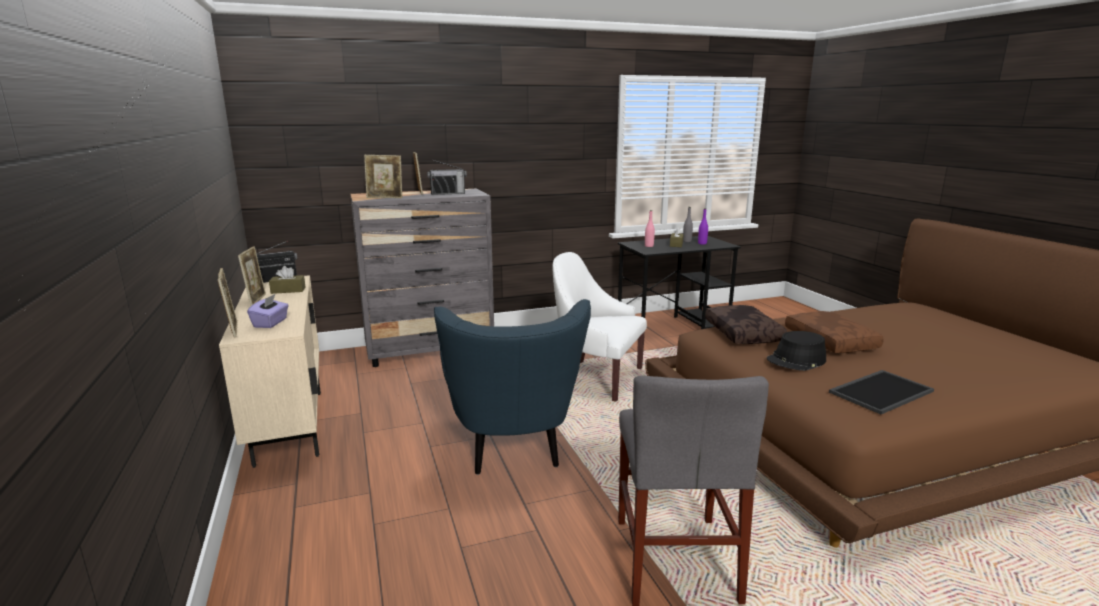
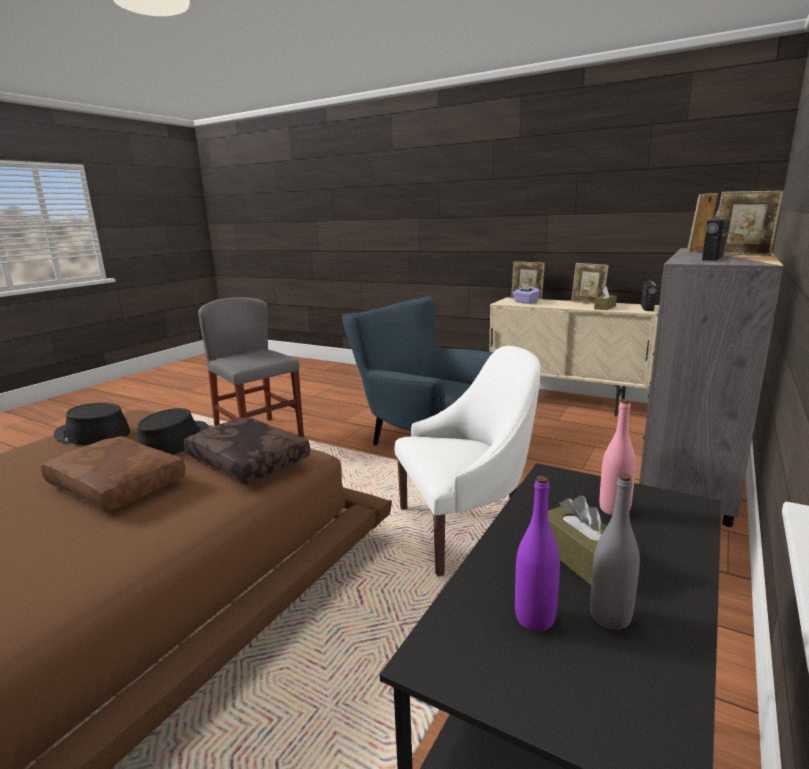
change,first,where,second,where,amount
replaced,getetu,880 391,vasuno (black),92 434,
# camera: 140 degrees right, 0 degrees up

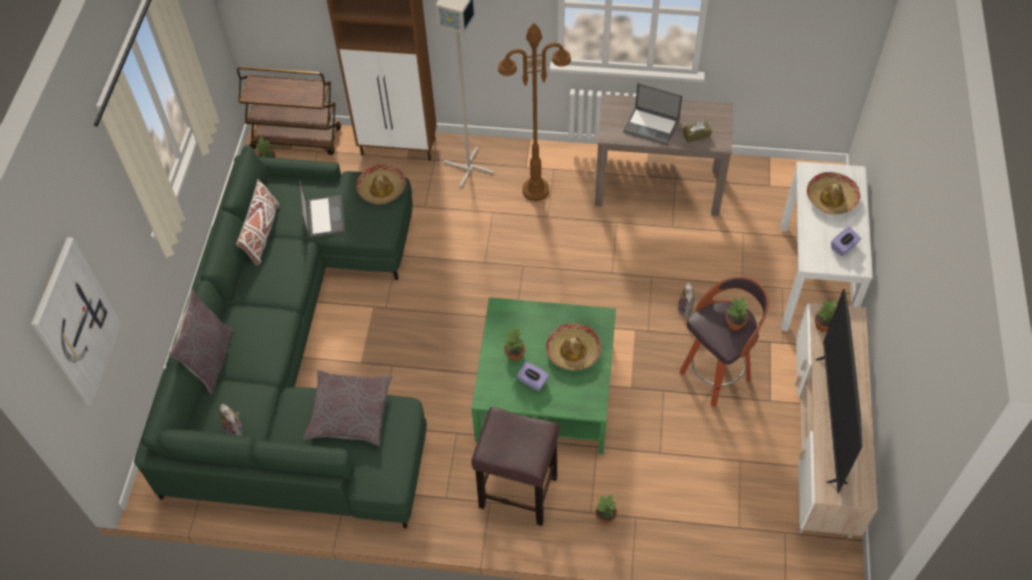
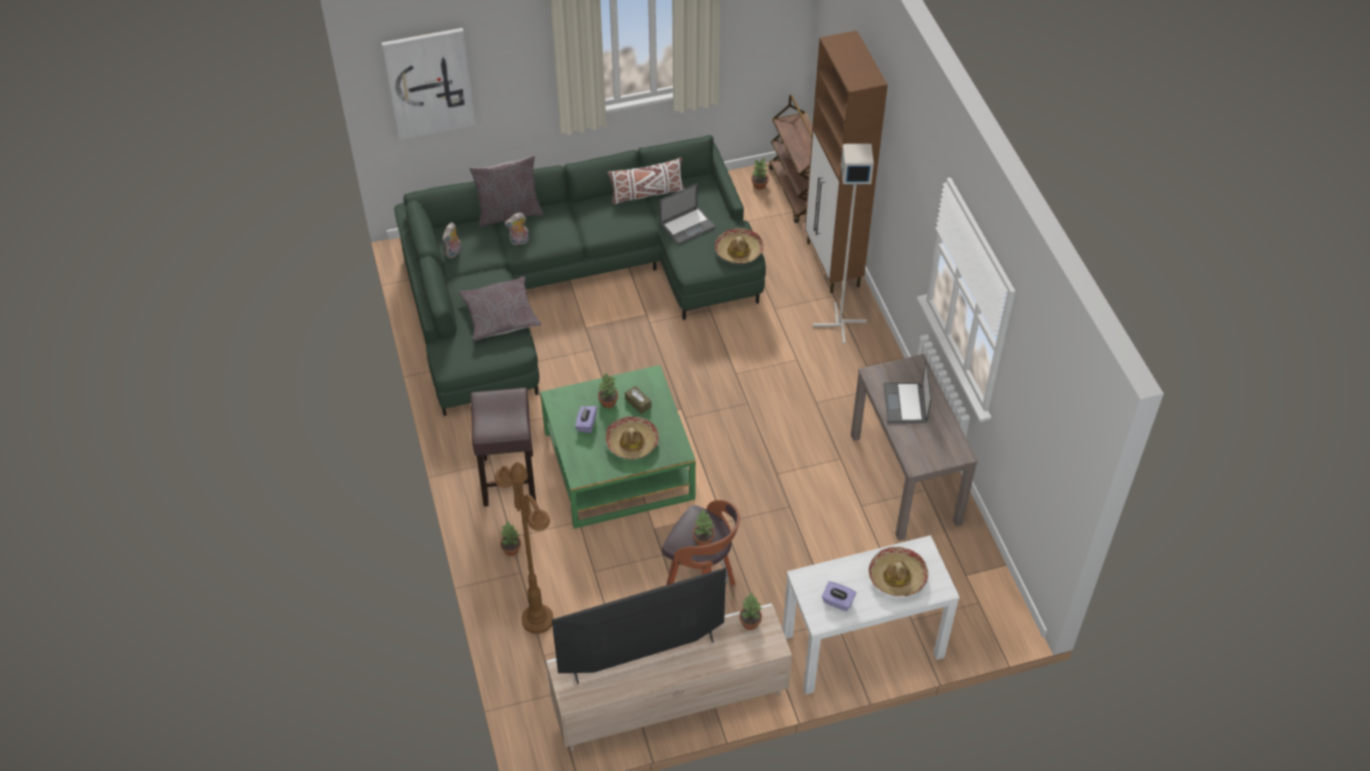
change,first,where,second,where,amount
moved,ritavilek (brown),536 190,,538 620,
moved,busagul,686 309,,519 241,
moved,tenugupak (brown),696 135,,638 403,
# camera: 65 degrees right, 5 degrees down

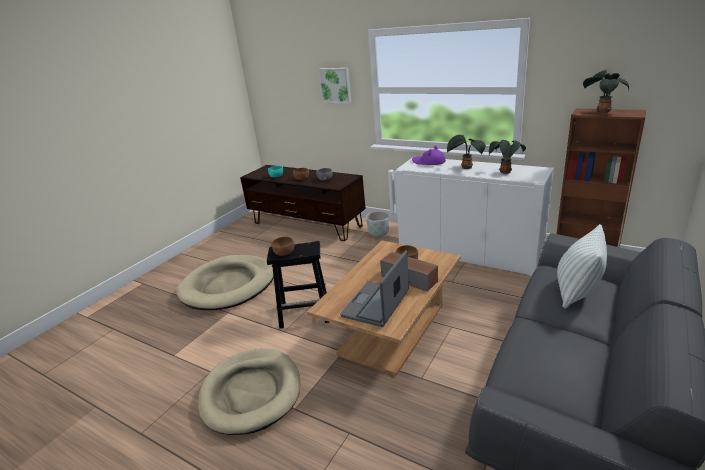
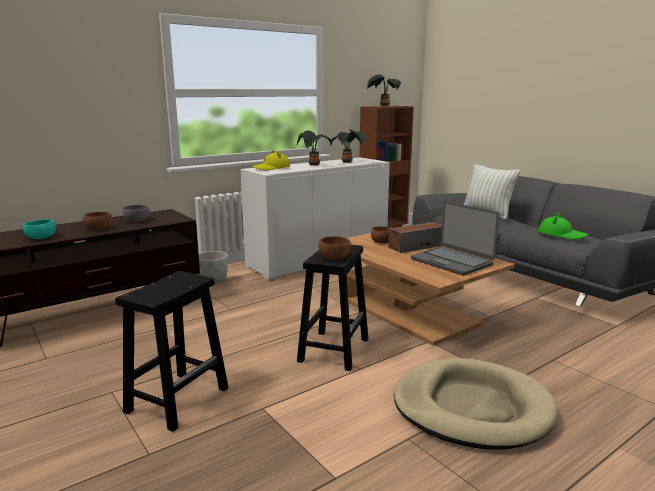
change,first,where,second,where,amount
removed,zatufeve,336 85,,,
added,,,vasuno (green),561 234,
replaced,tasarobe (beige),229 285,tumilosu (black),178 399,
recoloured,vasuno (purple),428 162,vasuno (yellow),271 168,
# camera: 70 degrees left, 10 degrees down

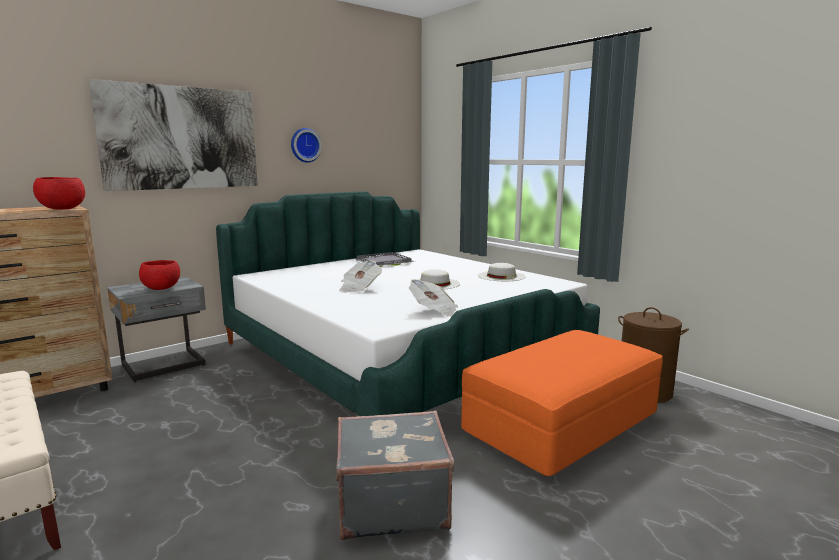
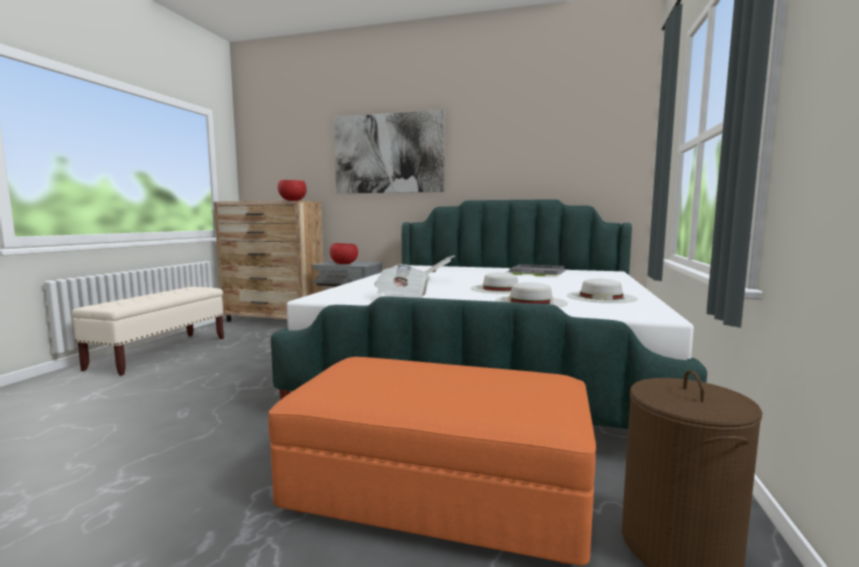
change,first,where,second,where,amount
removed,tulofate,305 145,,,
removed,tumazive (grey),391 503,,,
added,,,vasuno (white),530 302,
# camera: 55 degrees right, 5 degrees down

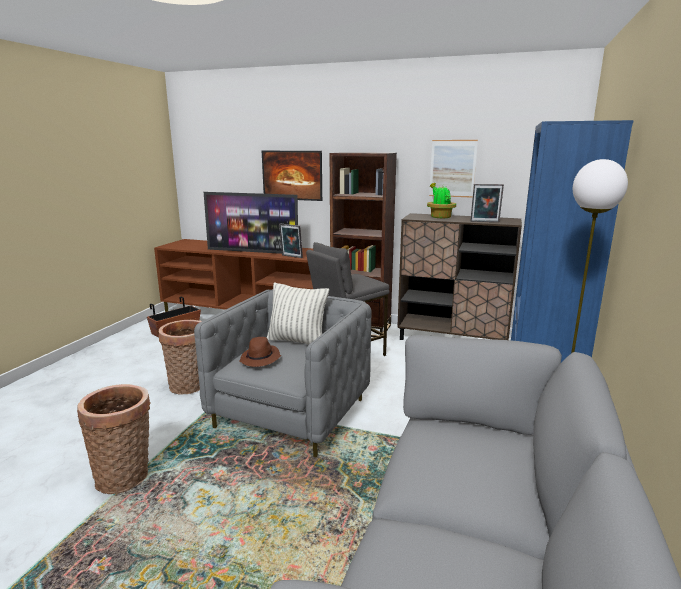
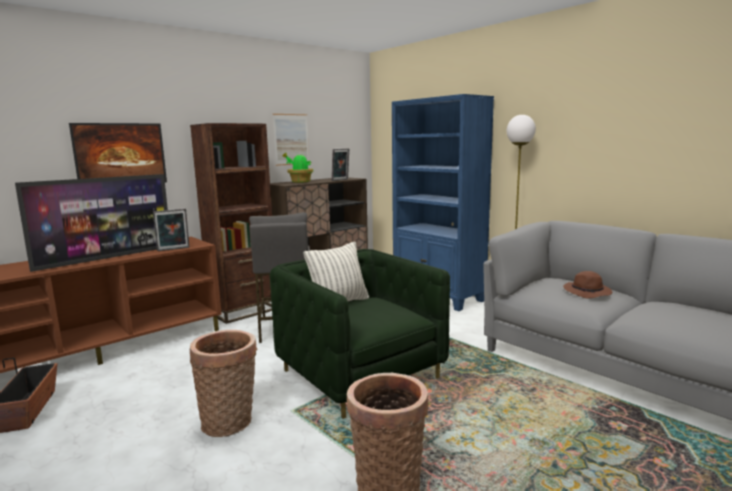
change,first,where,second,where,amount
moved,vasuno (brown),260 359,,588 292,
recoloured,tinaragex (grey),291 413,tinaragex (green),360 374,
# camera: 60 degrees left, 5 degrees down

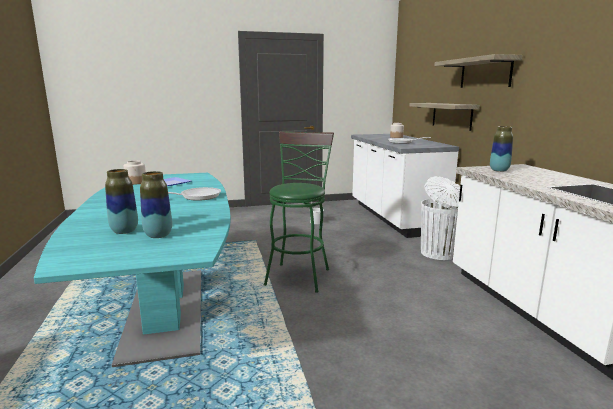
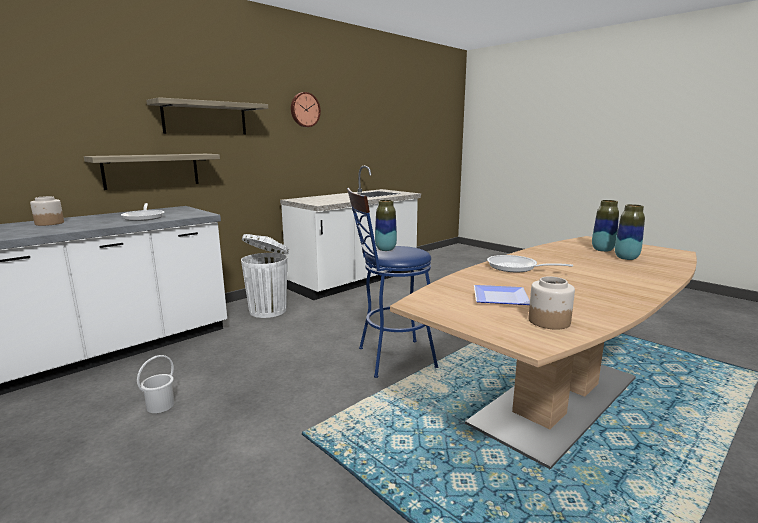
change,first,where,second,where,amount
added,,,tulofate,304 110,
moved,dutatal,499 170,,385 249,
recoloured,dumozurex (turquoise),166 310,dumozurex (brown),556 400,
recoloured,tumilosu (green),299 274,tumilosu (blue),389 358,
# camera: 120 degrees left, 0 degrees up

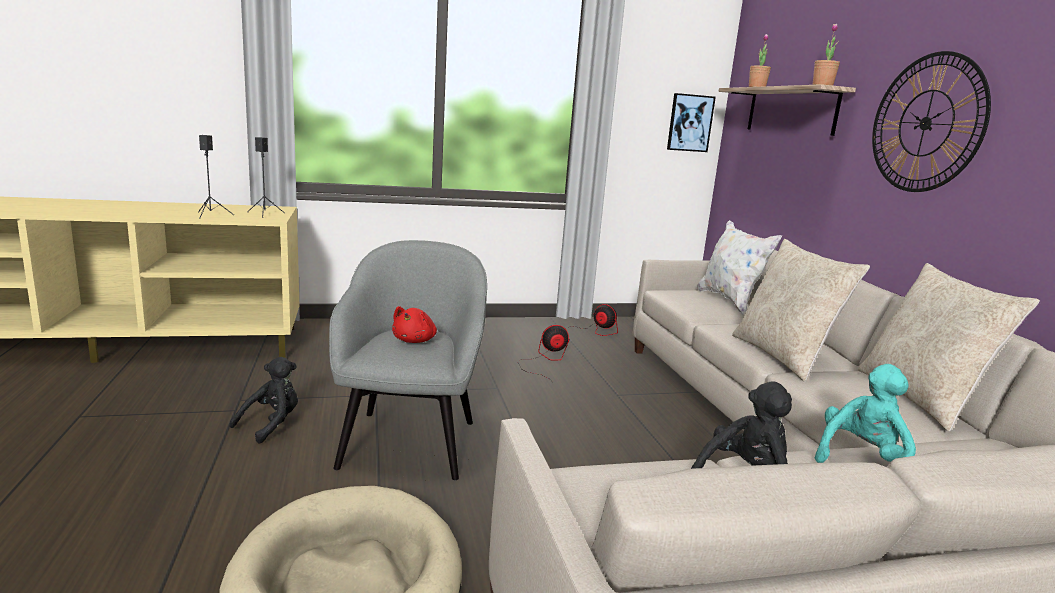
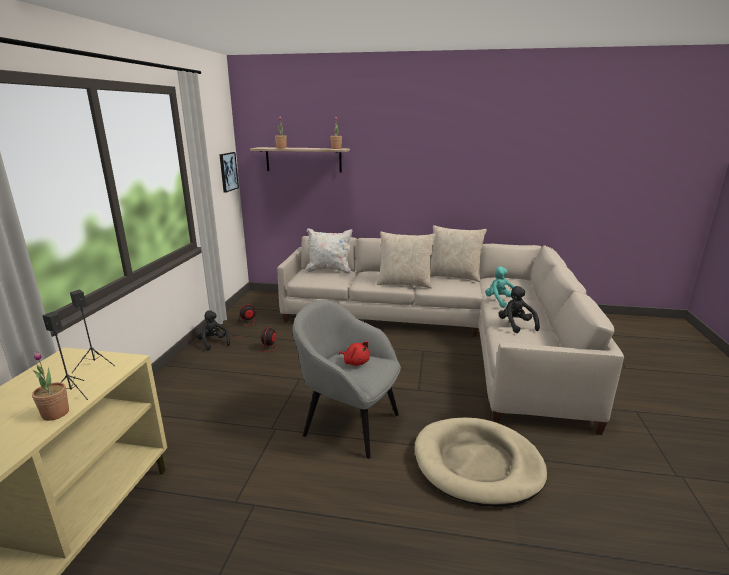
change,first,where,second,where,amount
removed,tulofate,926 123,,,
added,,,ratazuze,55 413,
moved,busagul (black),271 424,,213 342,
# camera: 65 degrees left, 5 degrees up

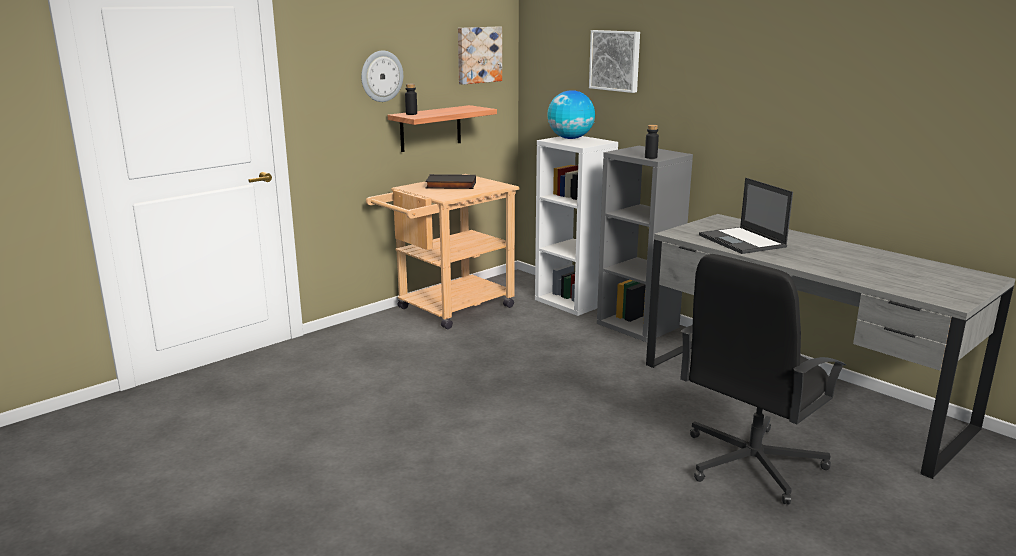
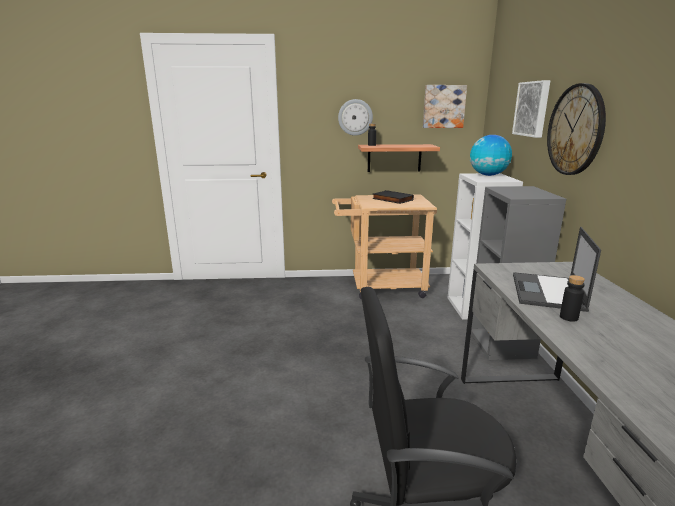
change,first,where,second,where,amount
added,,,tulofate,575 130,
moved,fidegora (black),651 157,,568 317,
# camera: 40 degrees right, 0 degrees up

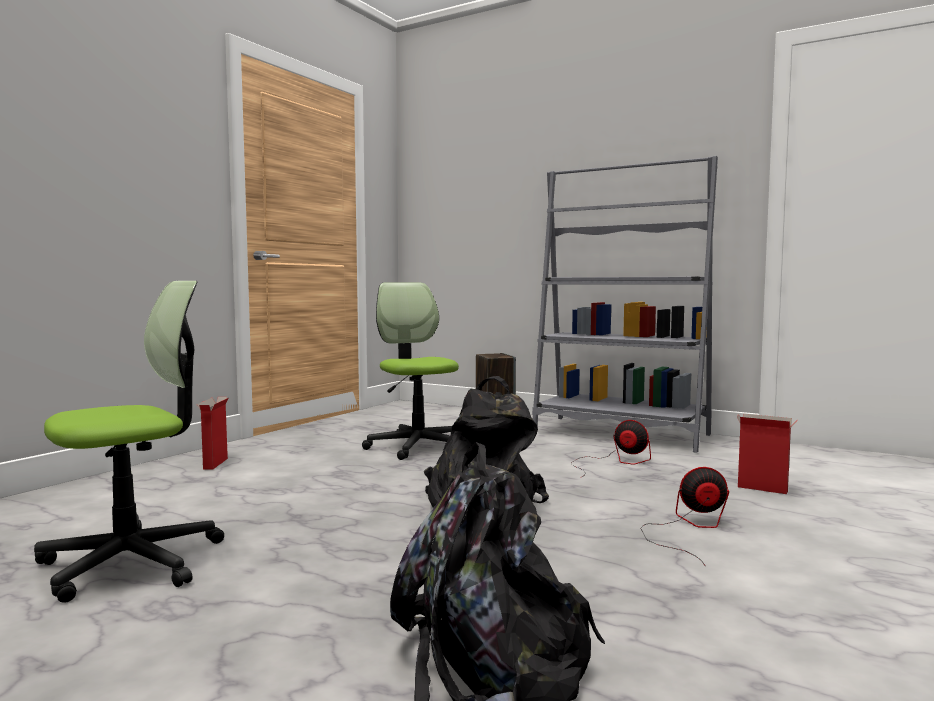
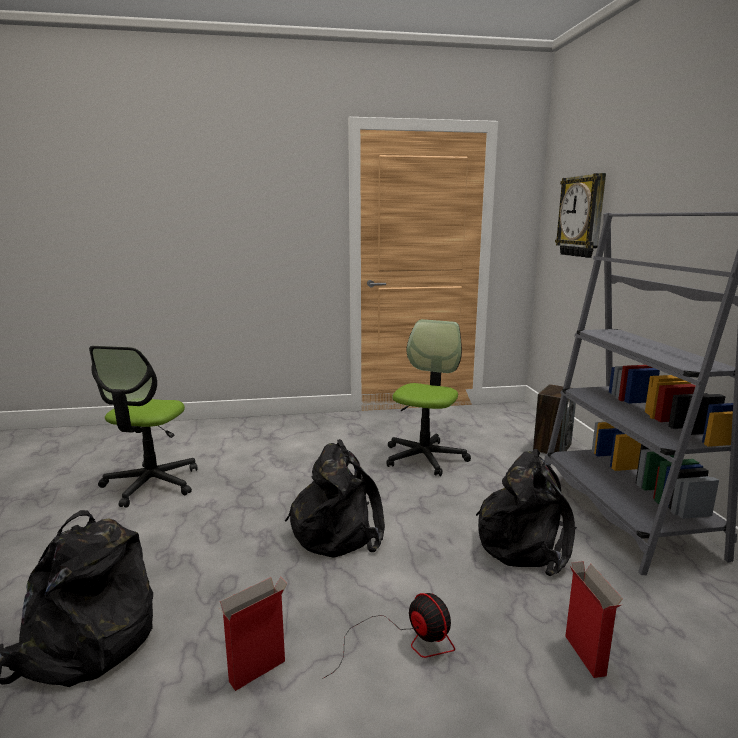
change,first,where,second,where,amount
added,,,tulofate,582 216,
moved,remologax,215 463,,258 670,
replaced,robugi,614 462,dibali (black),526 543,
turned,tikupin,132 562,,151 484,90 degrees clockwise
# camera: 50 degrees right, 10 degrees up

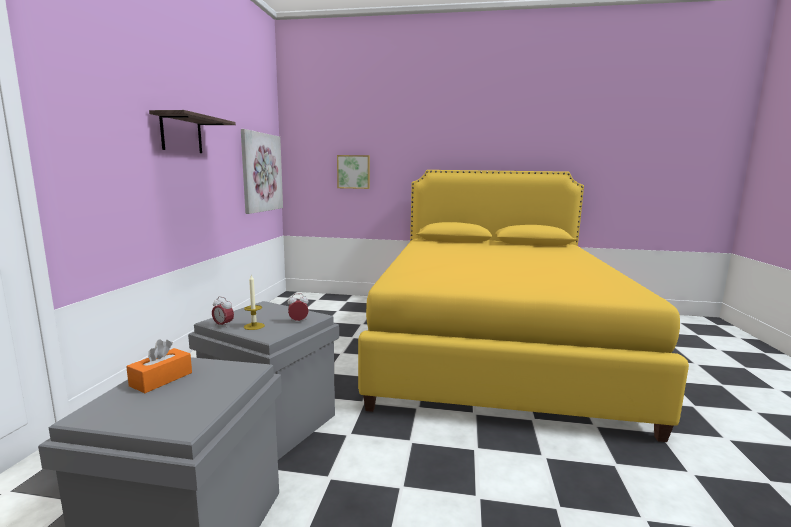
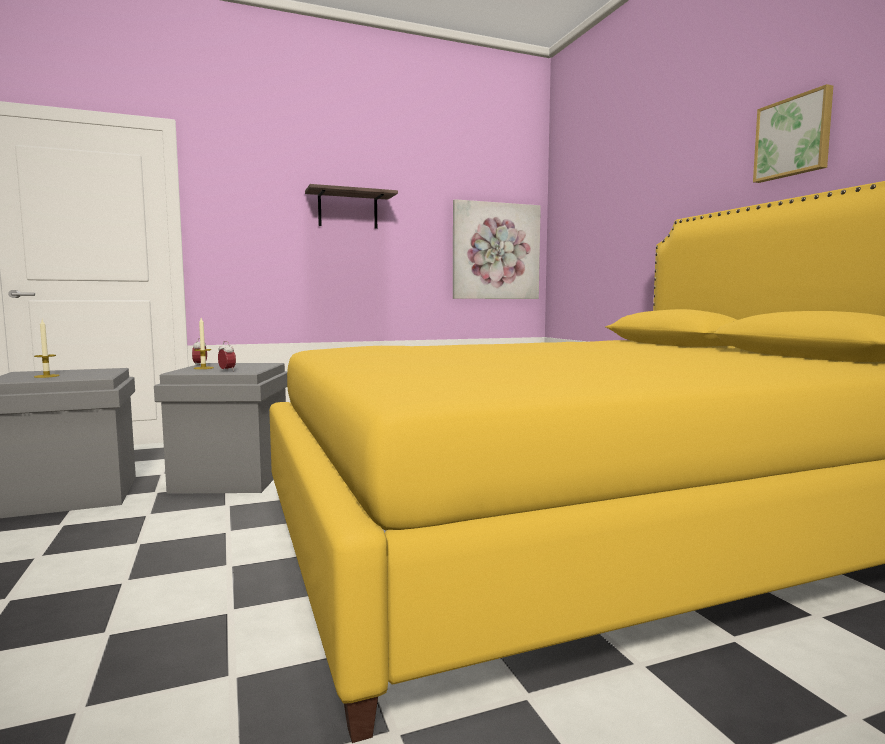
change,first,where,second,where,amount
removed,tenugupak (orange),161 379,,,
added,,,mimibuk,46 376,
moved,zatufeve,353 172,,793 137,
# camera: 60 degrees right, 5 degrees down

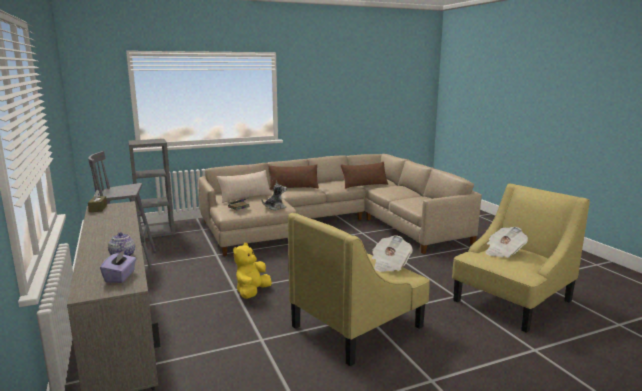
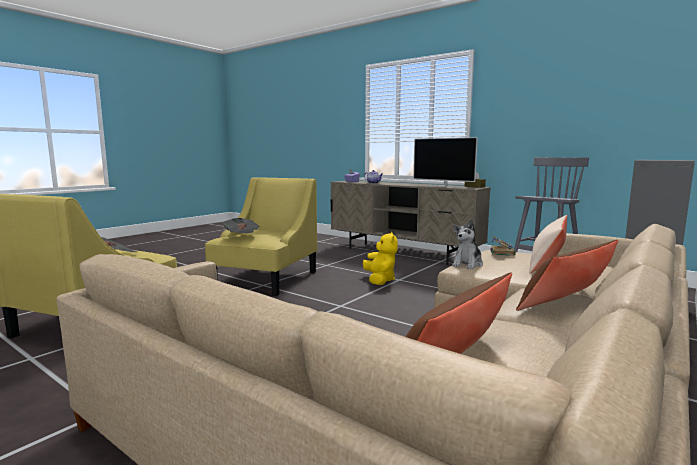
change,first,where,second,where,amount
added,,,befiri,443 186,
# camera: 150 degrees right, 5 degrees down

